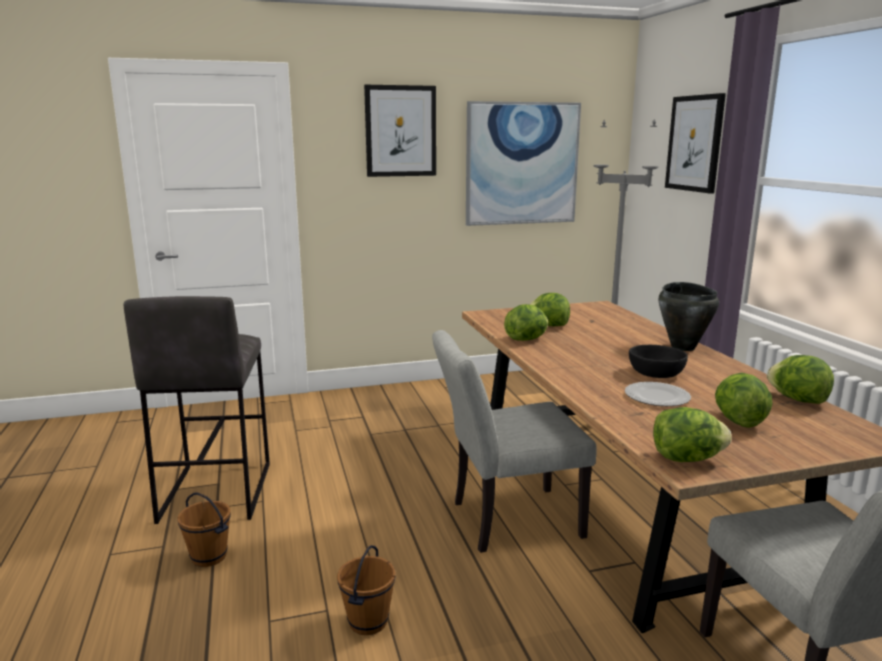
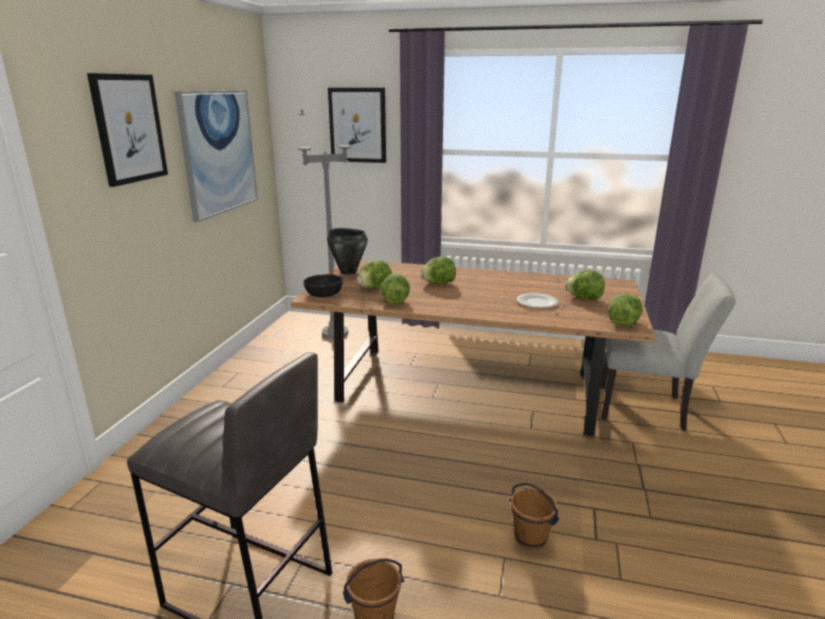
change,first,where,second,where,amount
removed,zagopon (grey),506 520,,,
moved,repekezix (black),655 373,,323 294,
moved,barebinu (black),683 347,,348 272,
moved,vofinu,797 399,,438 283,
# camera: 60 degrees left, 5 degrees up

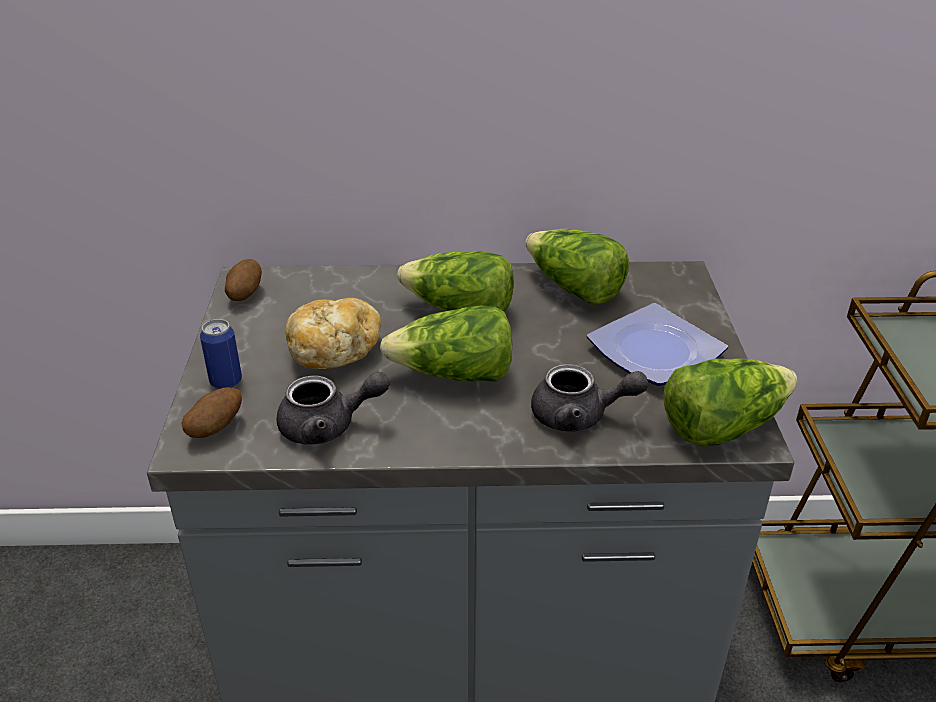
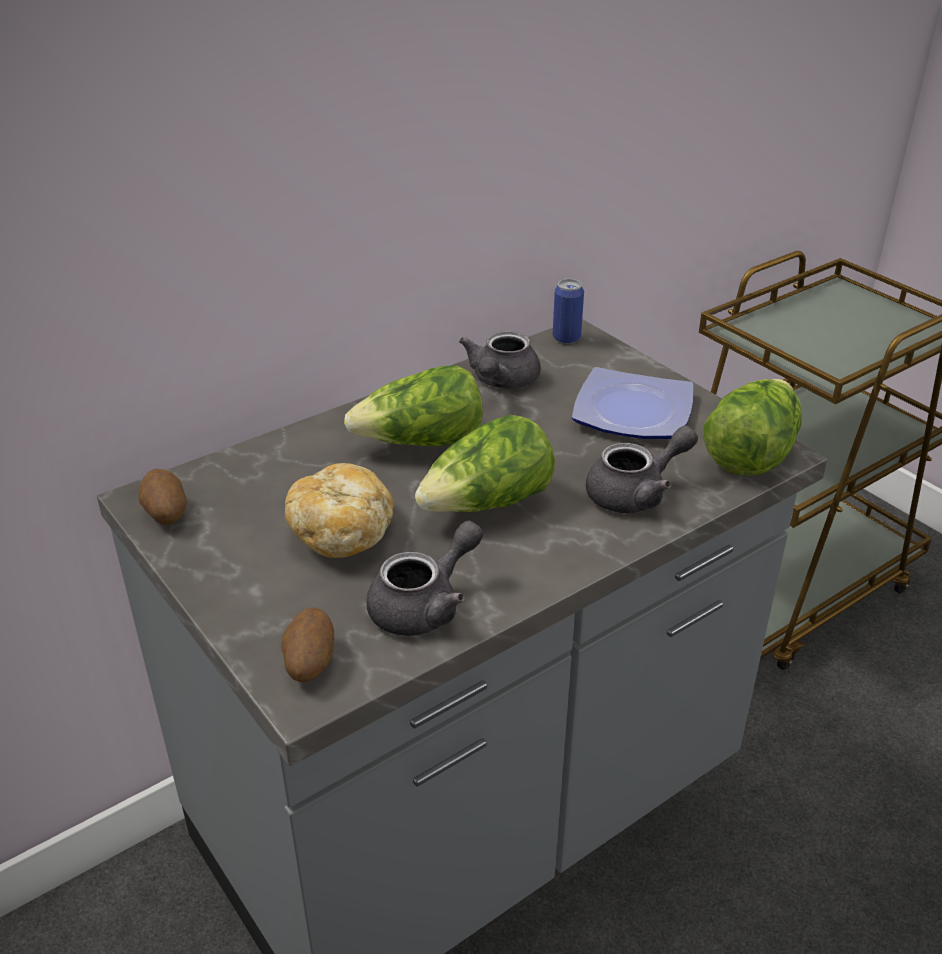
change,first,where,second,where,amount
moved,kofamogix,226 381,,566 338,
replaced,vofinu,573 289,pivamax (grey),501 382,
# camera: 35 degrees left, 0 degrees up

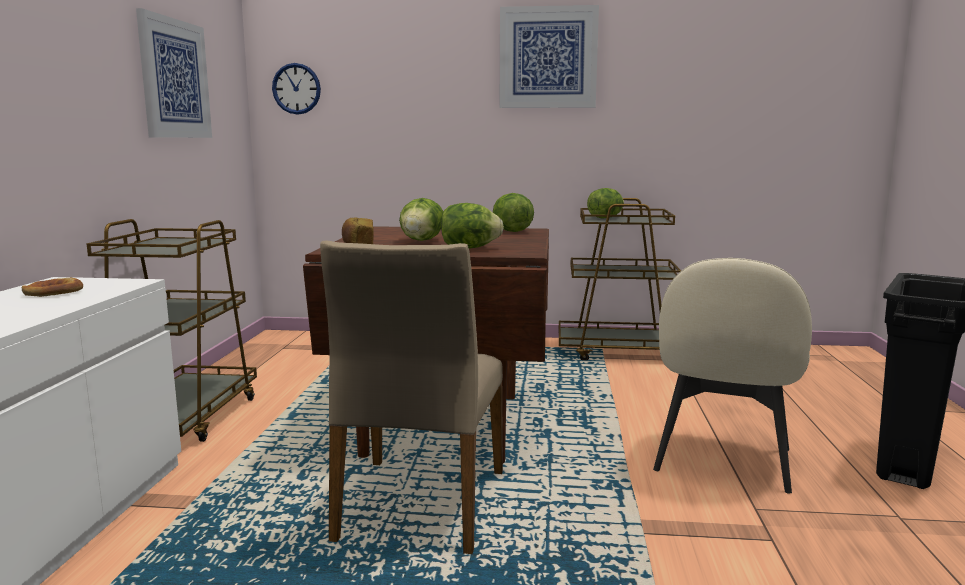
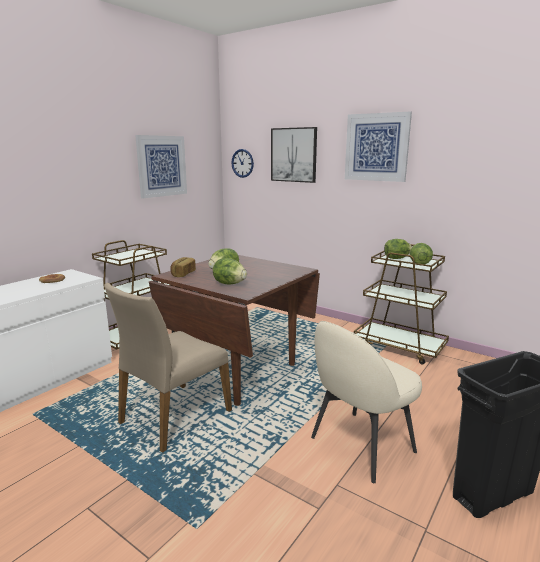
change,first,where,second,where,amount
added,,,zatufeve,294 155,
moved,vofinu,511 231,,419 263,
# camera: 30 degrees right, 5 degrees up

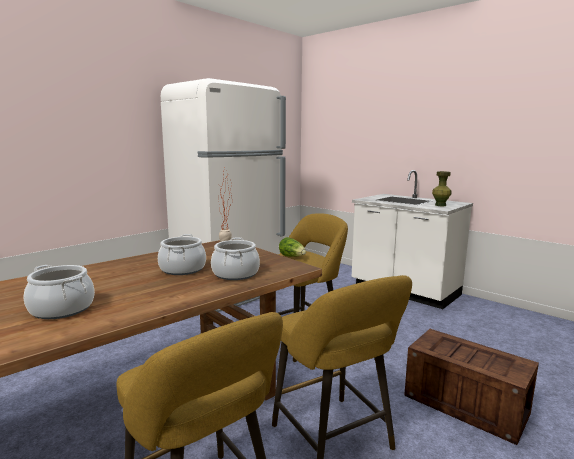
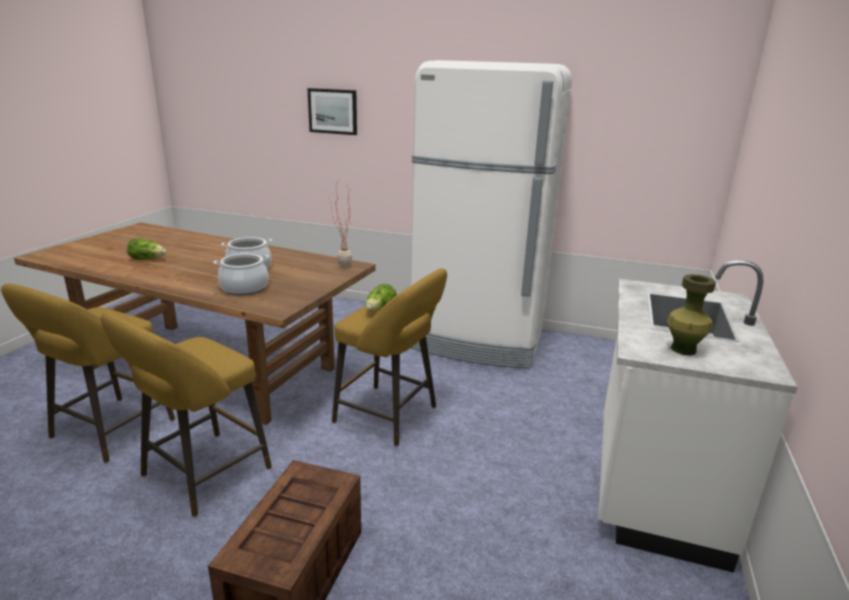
change,first,where,second,where,amount
added,,,zatufeve,333 111,
replaced,barebinu,62 309,vofinu,147 259,
# camera: 65 degrees right, 10 degrees up

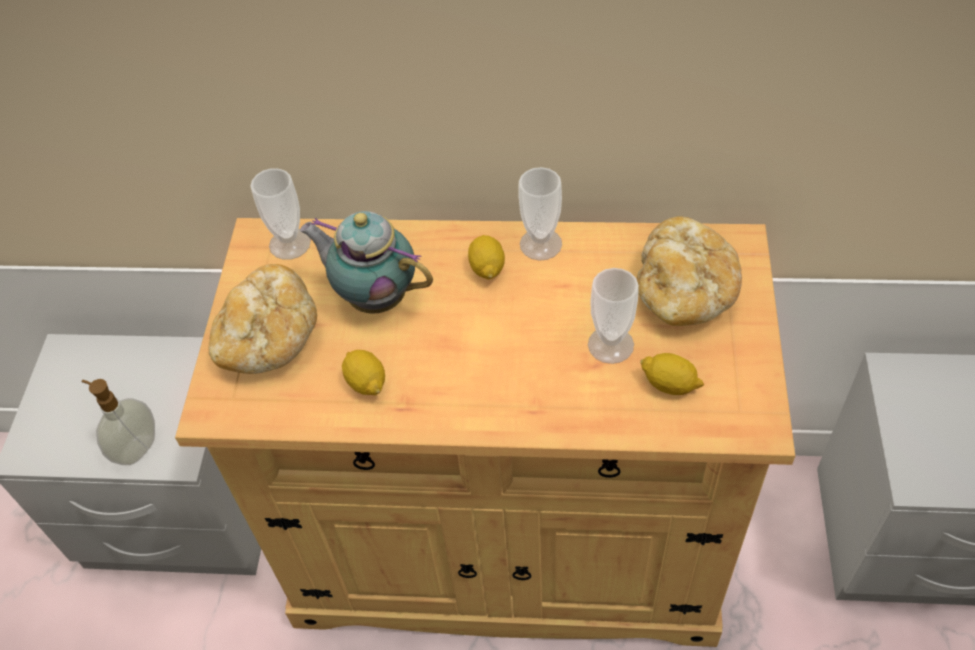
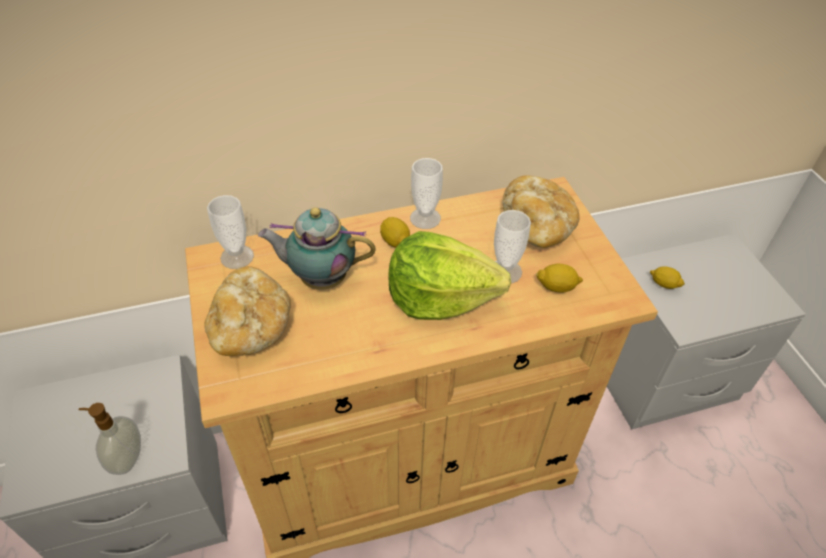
change,first,where,second,where,amount
added,,,vofinu,440 297,
moved,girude,366 382,,664 284,
# camera: 25 degrees left, 5 degrees down

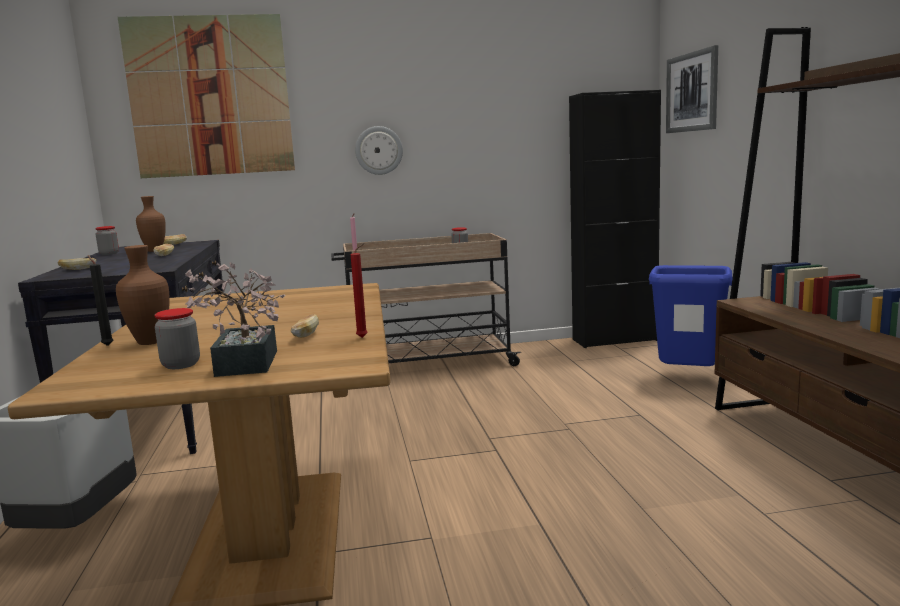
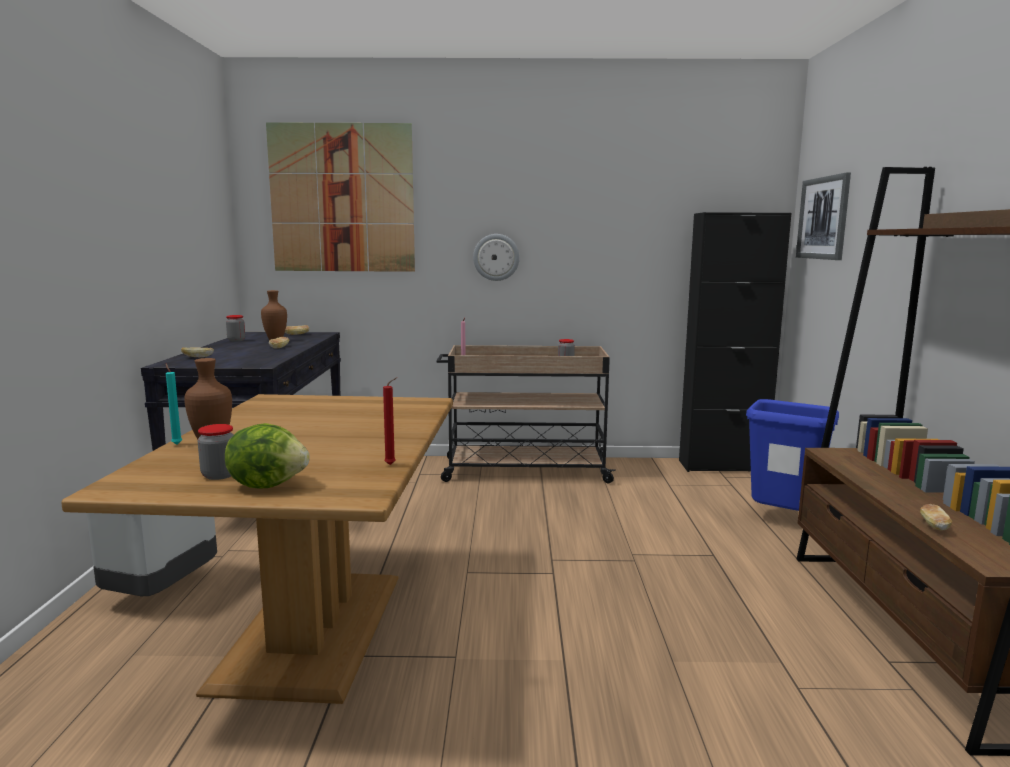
change,first,where,second,where,amount
moved,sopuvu,305 336,,934 526,
replaced,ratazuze,244 366,vofinu,268 484,
recoloured,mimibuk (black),107 345,mimibuk (turquoise),176 444,
# camera: 10 degrees right, 0 degrees up

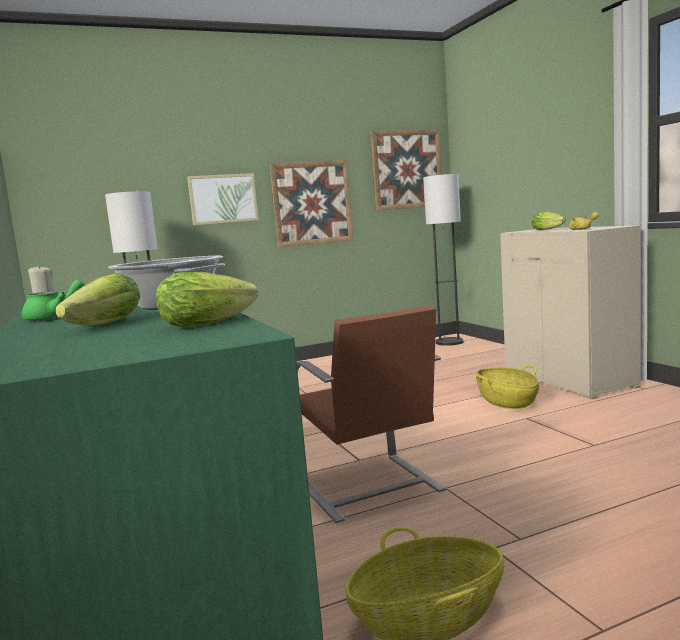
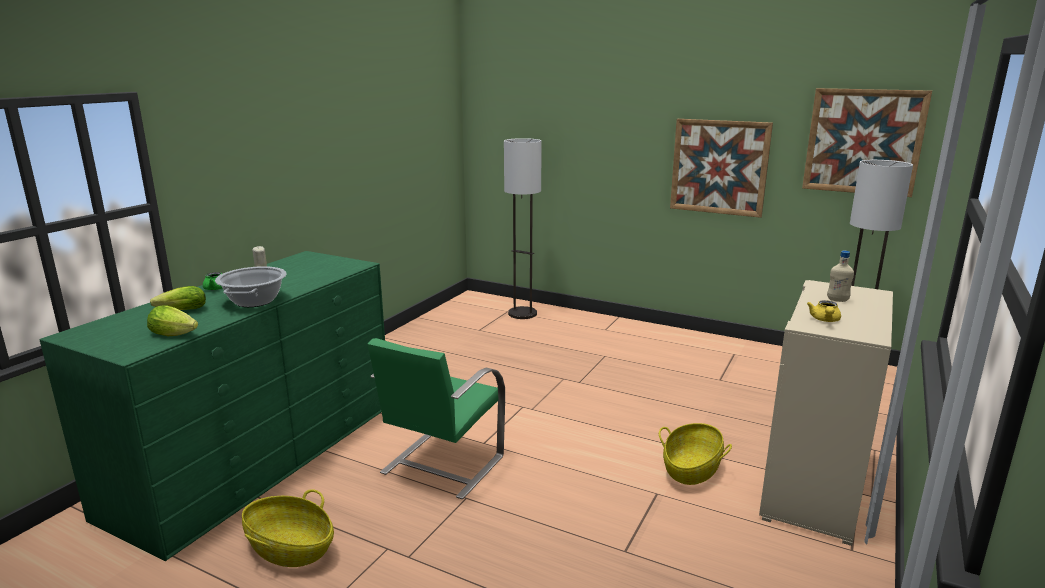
change,first,where,second,where,amount
removed,zatufeve,223 199,,,
replaced,vofinu,549 229,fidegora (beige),837 300,
recoloured,zagopon (brown),369 487,zagopon (green),441 465,
# camera: 50 degrees right, 10 degrees up

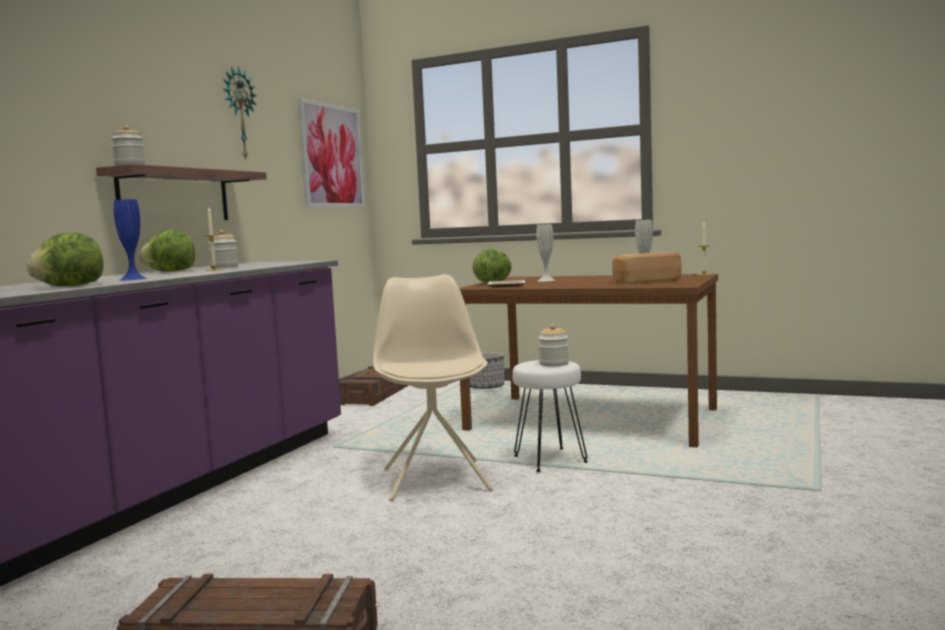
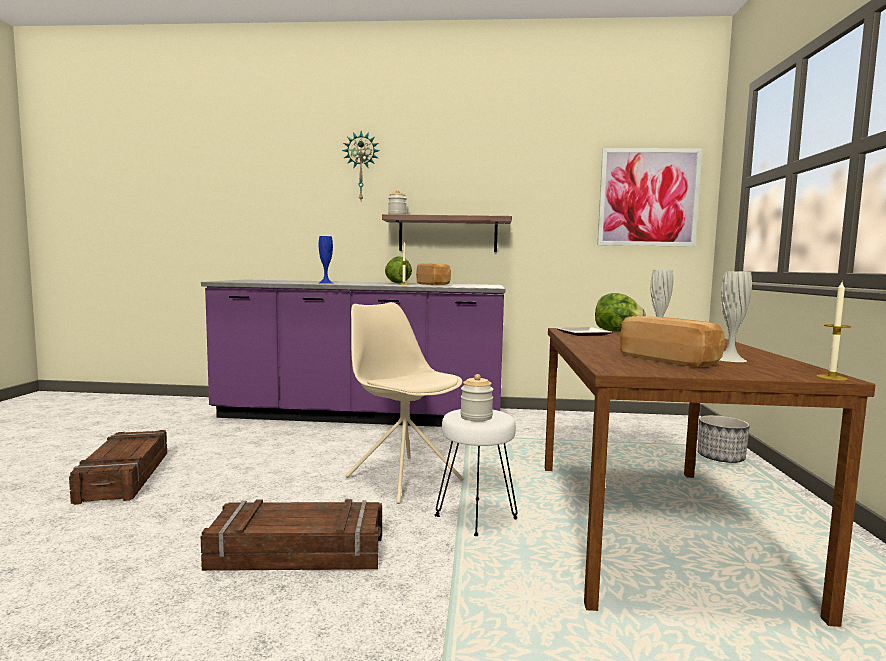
change,first,where,second,where,amount
removed,vofinu,69 286,,,
moved,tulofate,238 114,,361 167,
moved,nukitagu,377 394,,297 553,
replaced,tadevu,224 267,sopuvu,433 284,
turned,zagopon (beige),436 479,,403 478,105 degrees counterclockwise
# camera: 70 degrees right, 0 degrees up

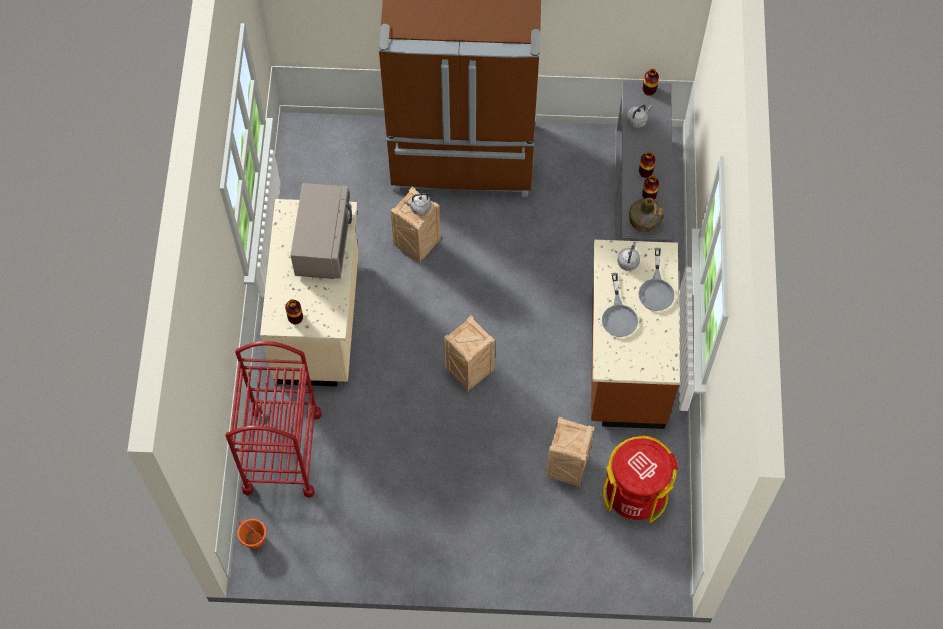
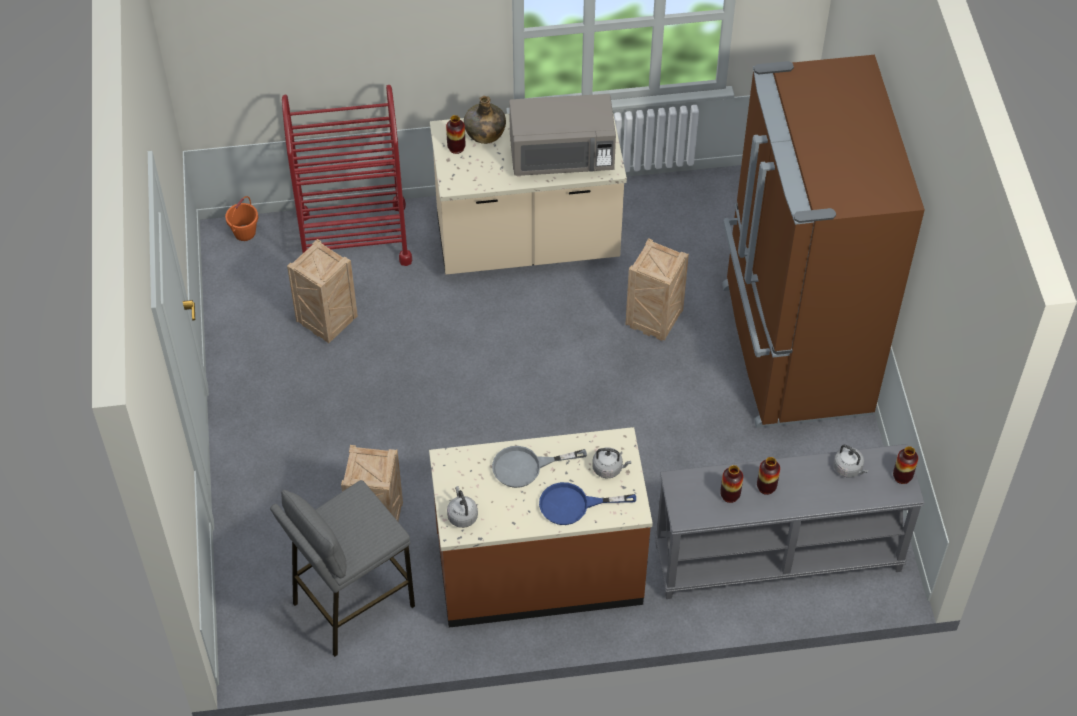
change,first,where,second,where,amount
moved,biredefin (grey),419 208,,462 515,
moved,nukitagu,469 370,,329 323,
moved,fidegora (green),645 221,,484 132,
replaced,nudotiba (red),635 493,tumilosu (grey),352 604,
recoloured,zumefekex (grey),656 289,zumefekex (blue),573 505,
# camera: 80 degrees right, 10 degrees down

